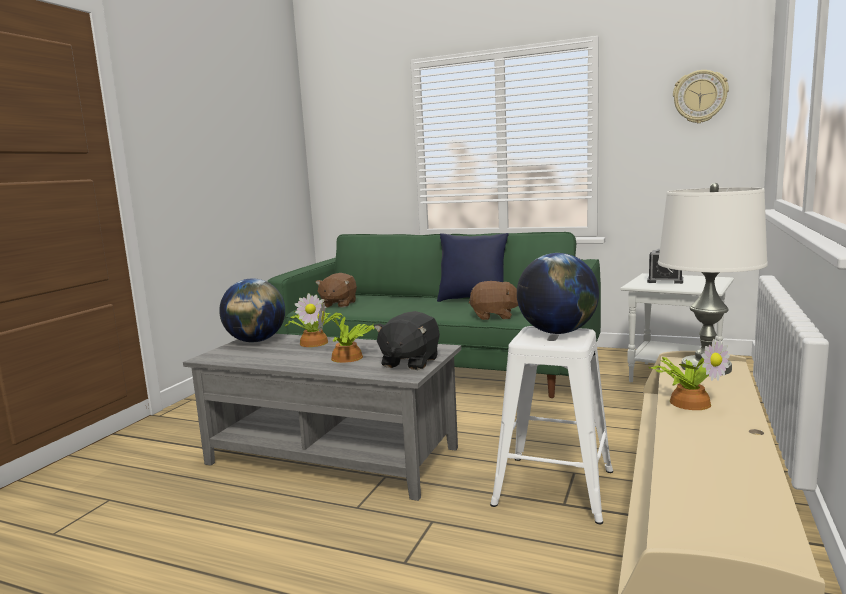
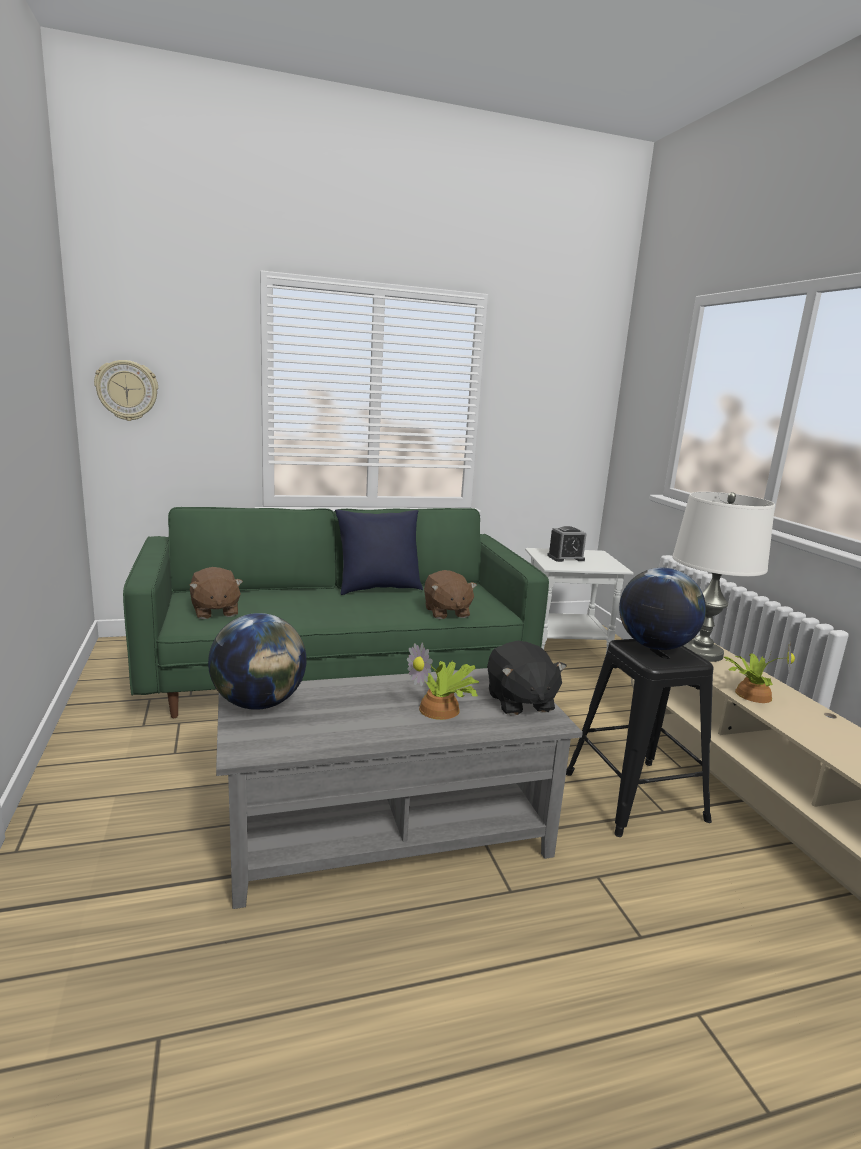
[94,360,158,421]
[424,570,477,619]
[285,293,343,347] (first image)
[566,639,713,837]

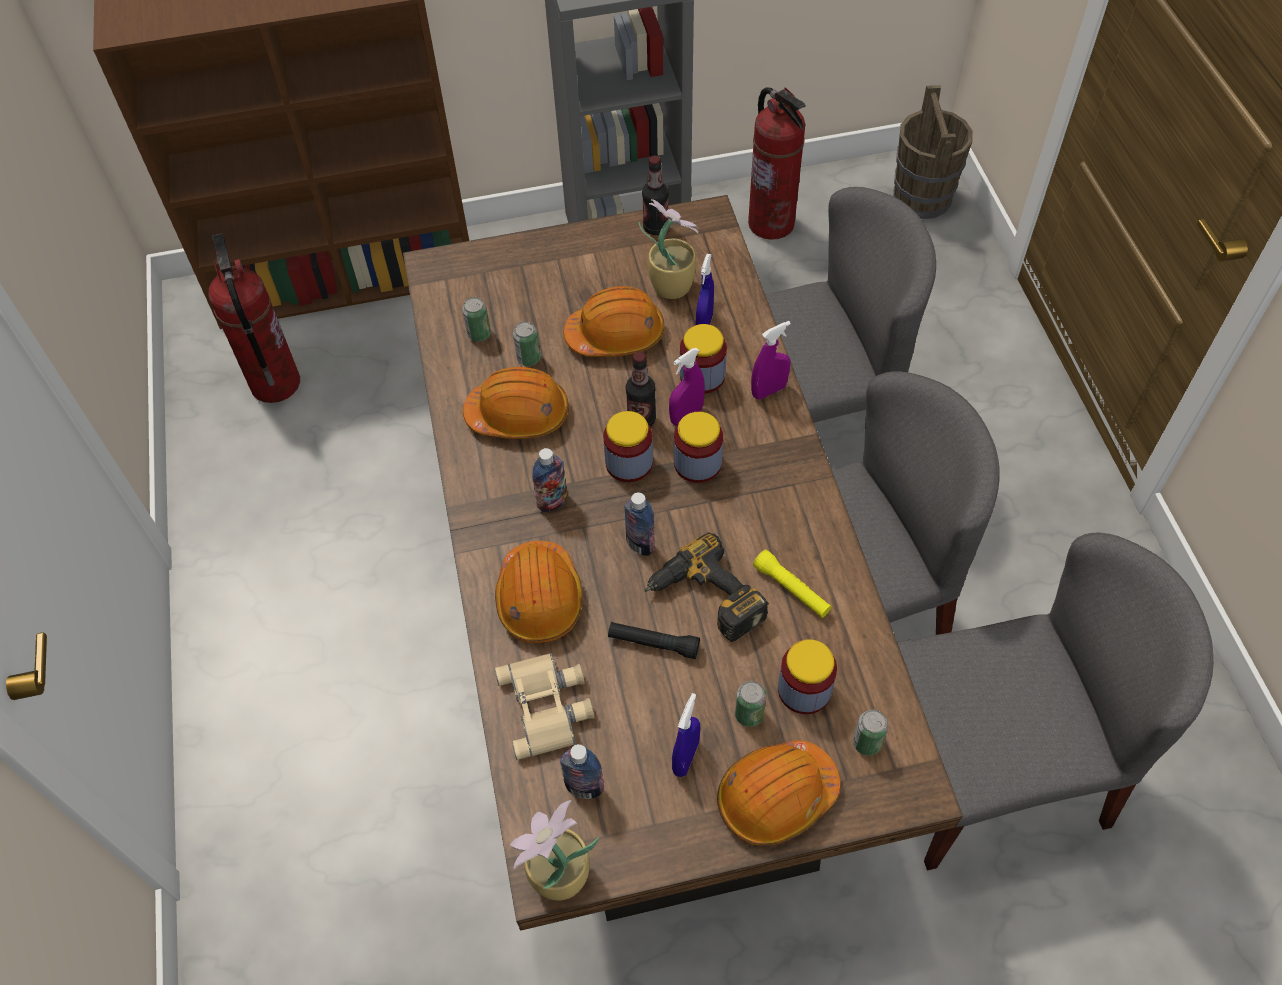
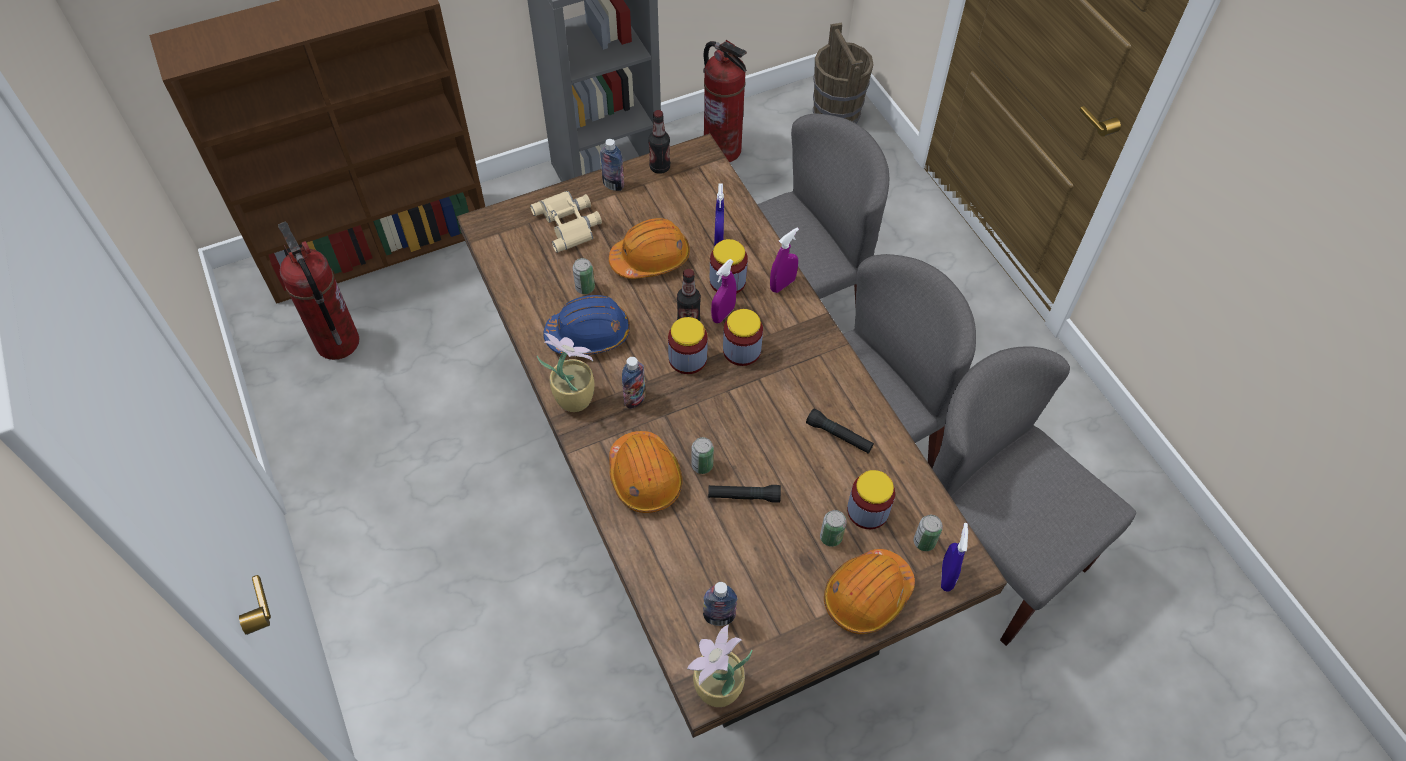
[537,333,594,412]
[691,437,714,474]
[543,295,630,355]
[600,139,624,191]
[645,532,769,642] (first image)
[932,346,1136,646]
[806,409,874,453]
[530,191,602,253]
[941,523,968,592]

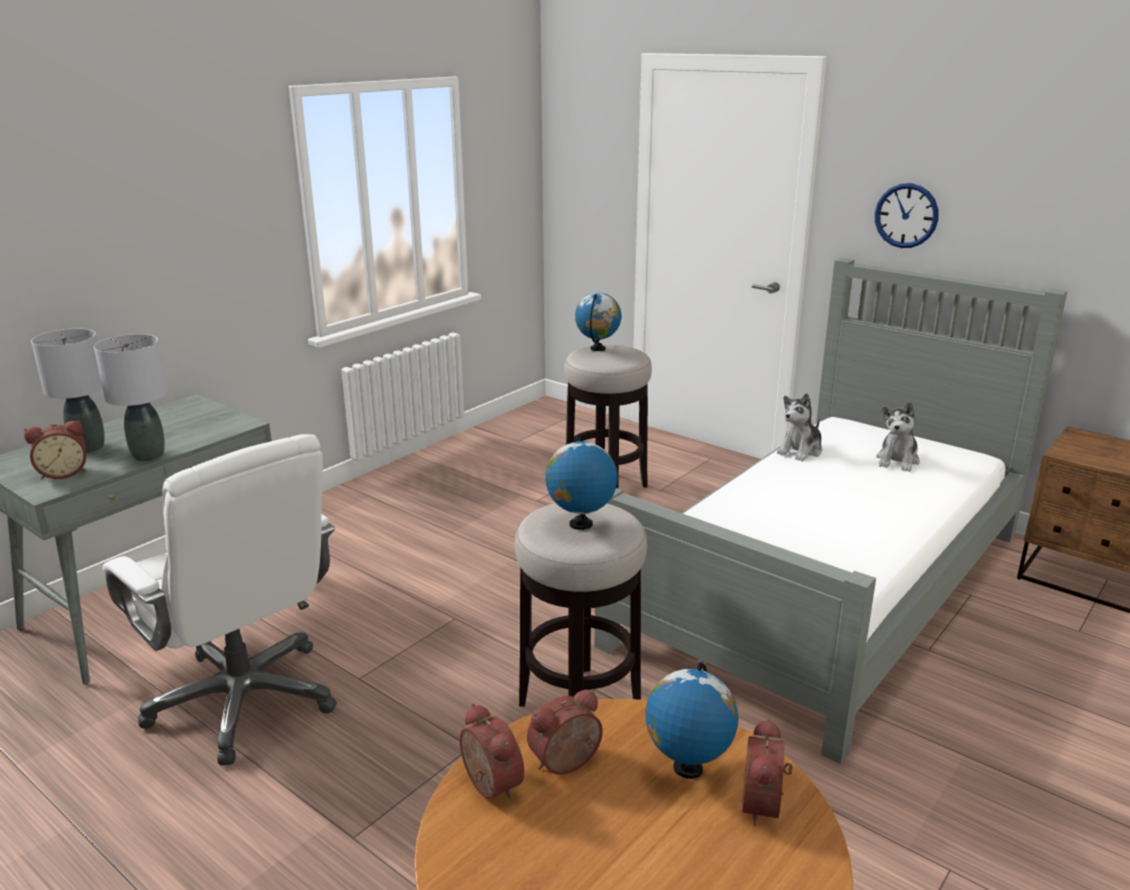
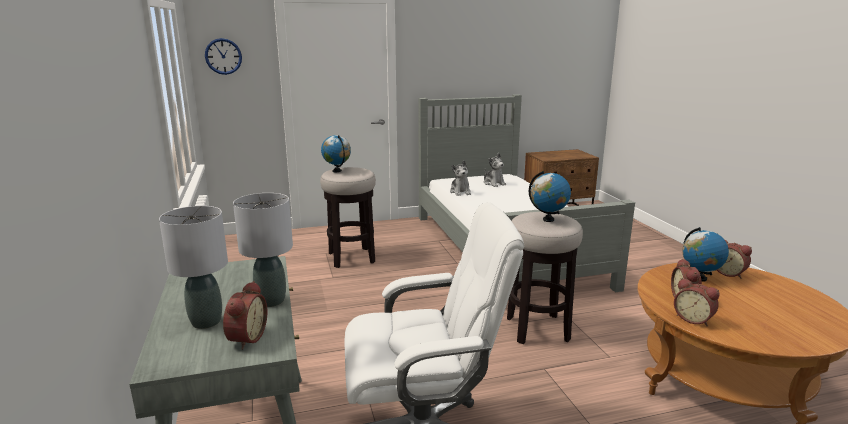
[205,38,242,75]
[674,278,720,327]

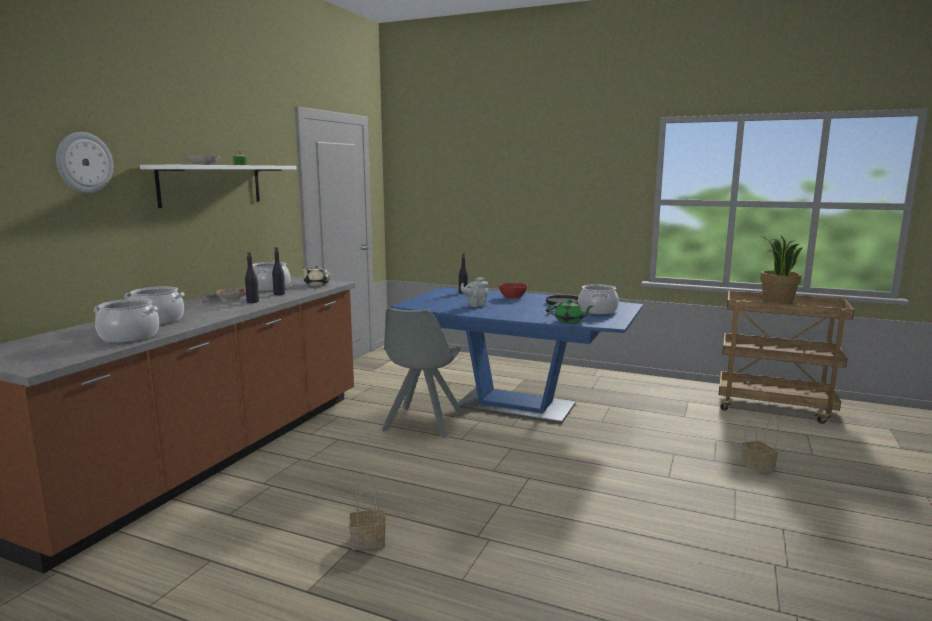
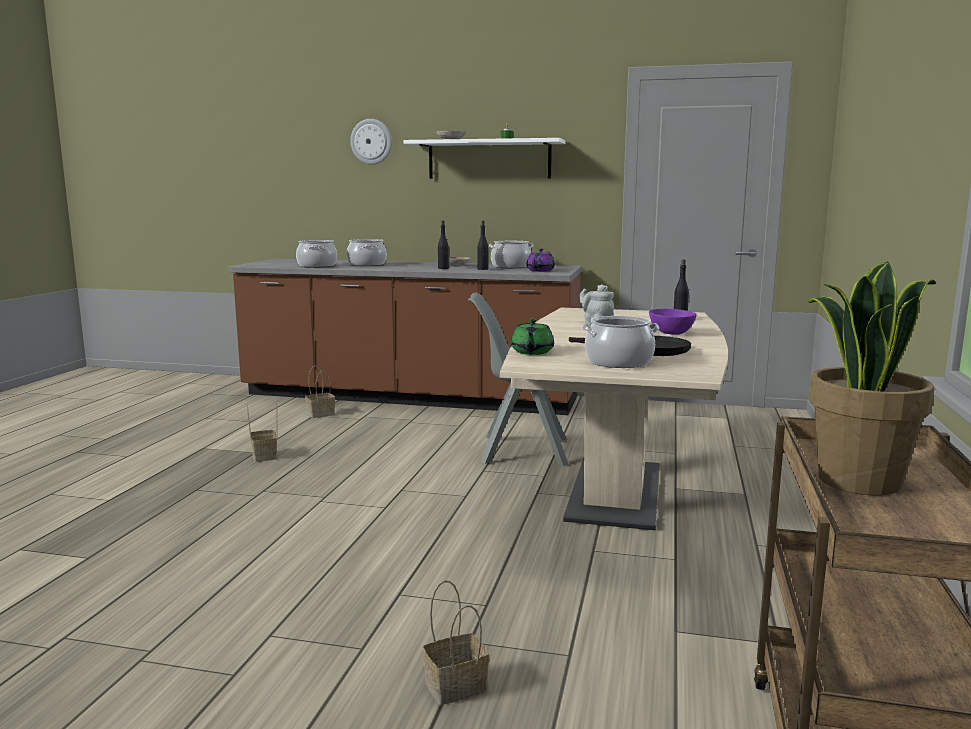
[526,249,555,272]
[649,309,697,335]
[500,308,728,530]
[305,366,335,418]

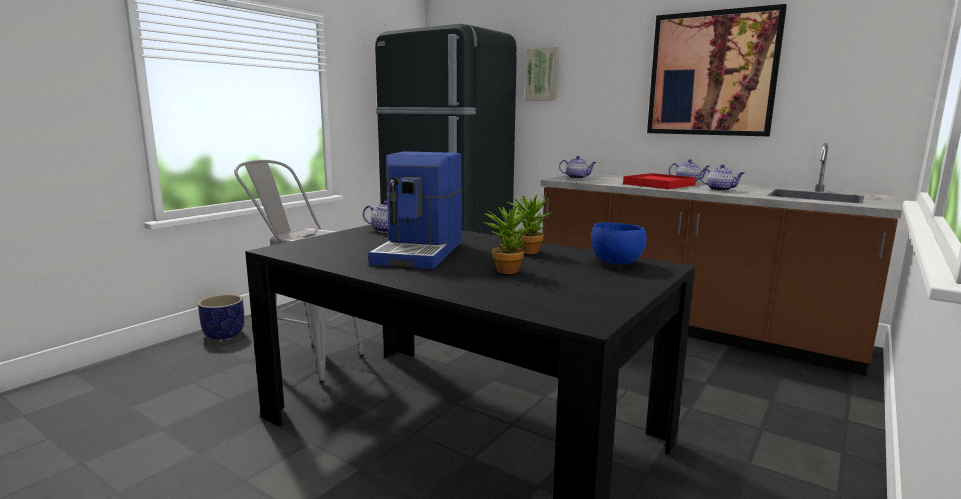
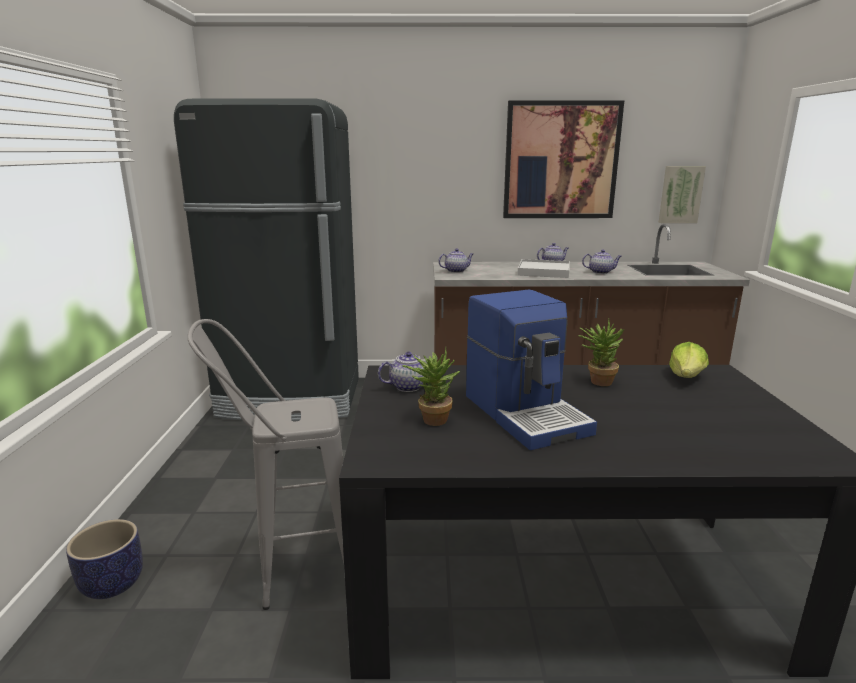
[659,166,706,223]
[517,259,570,278]
[402,347,460,426]
[669,342,709,378]

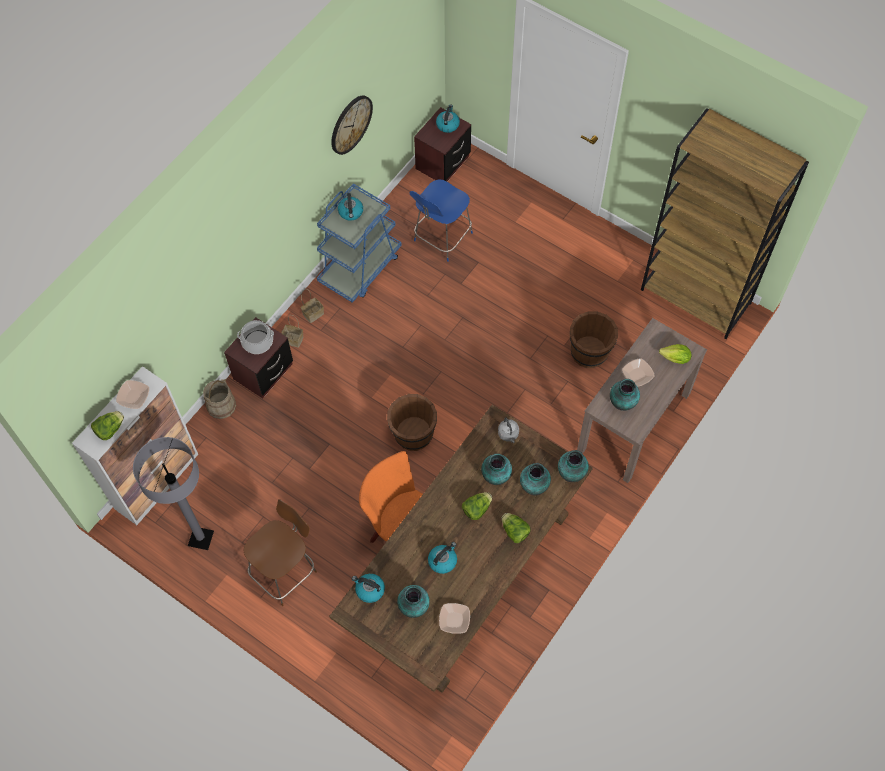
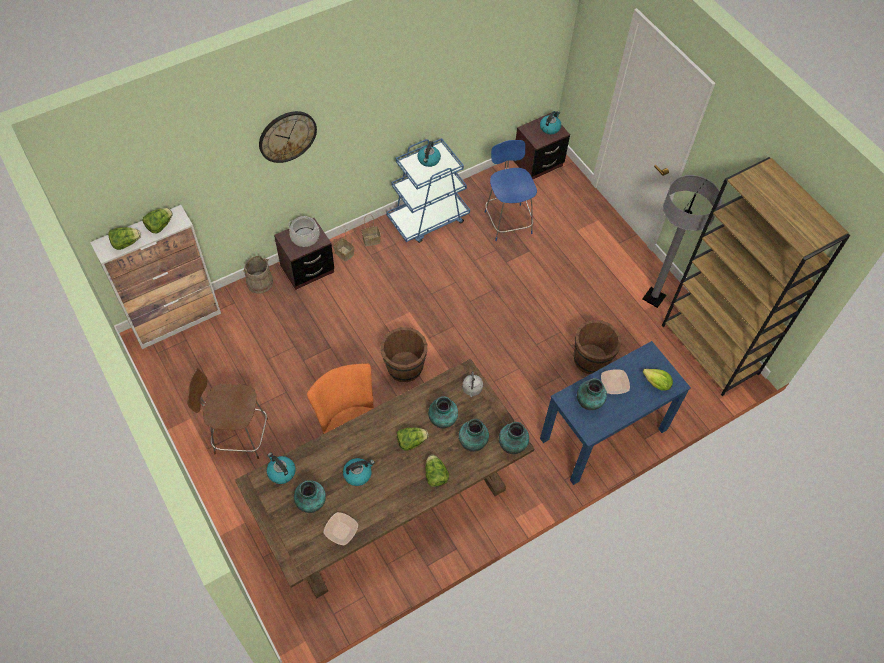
[259,111,317,163]
[485,140,537,241]
[540,341,691,485]
[142,208,173,233]
[643,175,722,308]
[187,368,268,459]

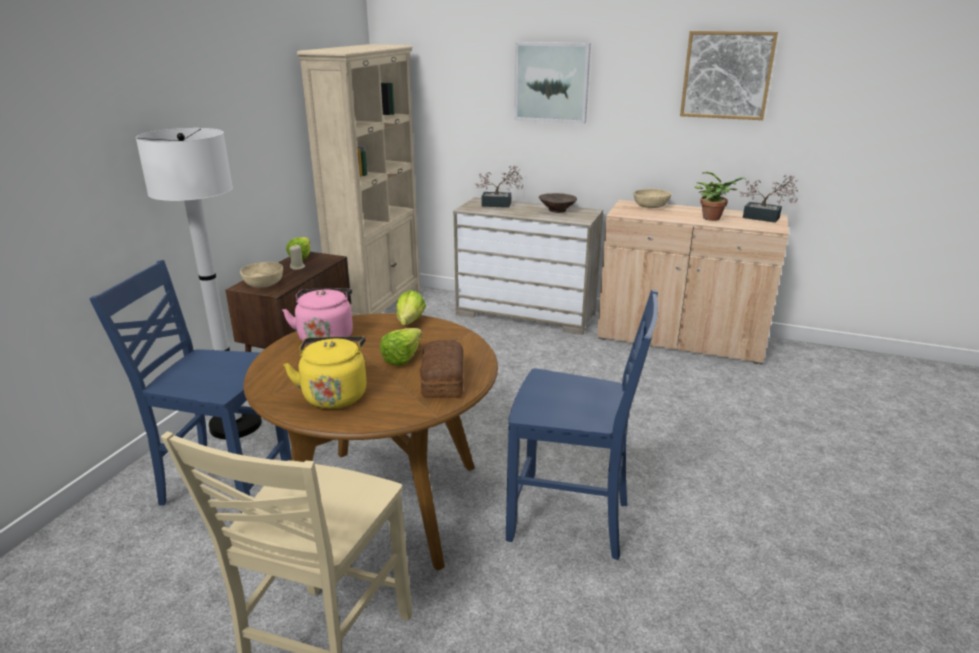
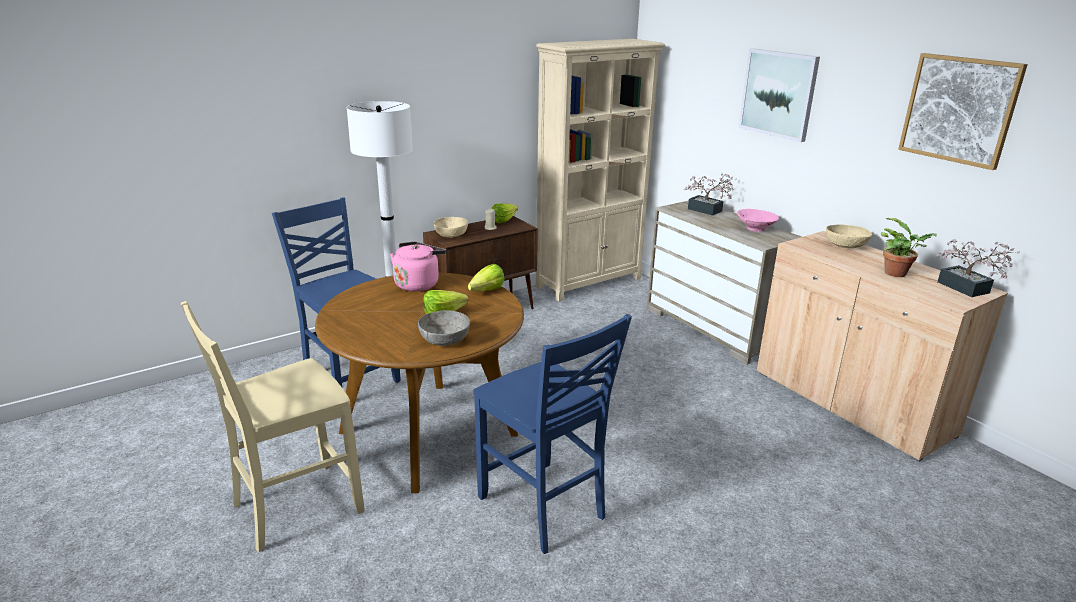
[737,209,779,232]
[283,336,367,409] (first image)
[418,310,470,346]

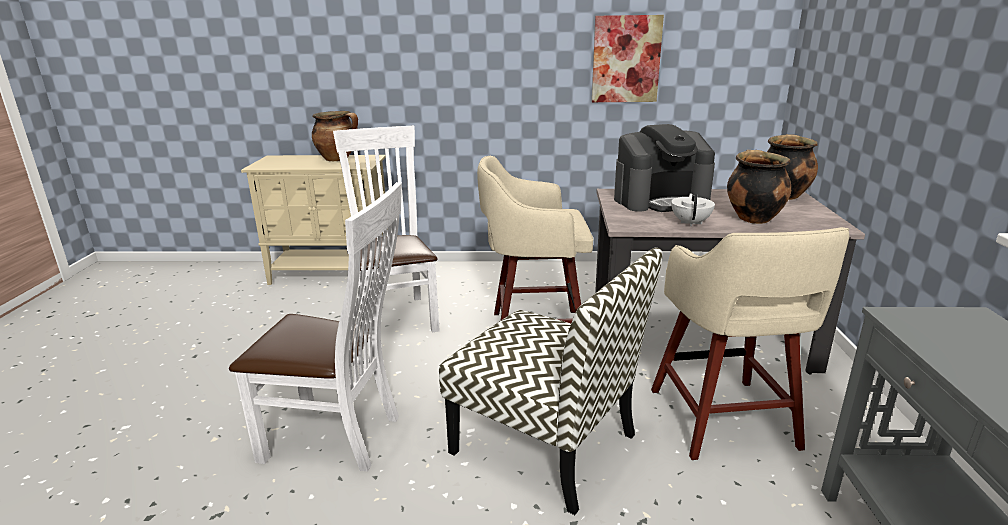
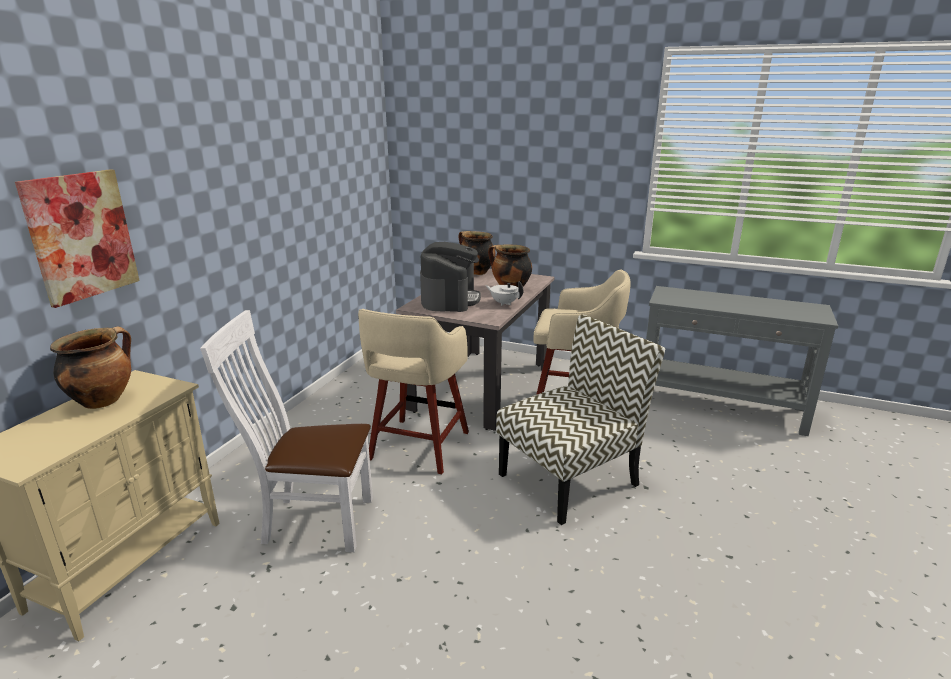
[15,169,140,308]
[229,182,402,472] (first image)

